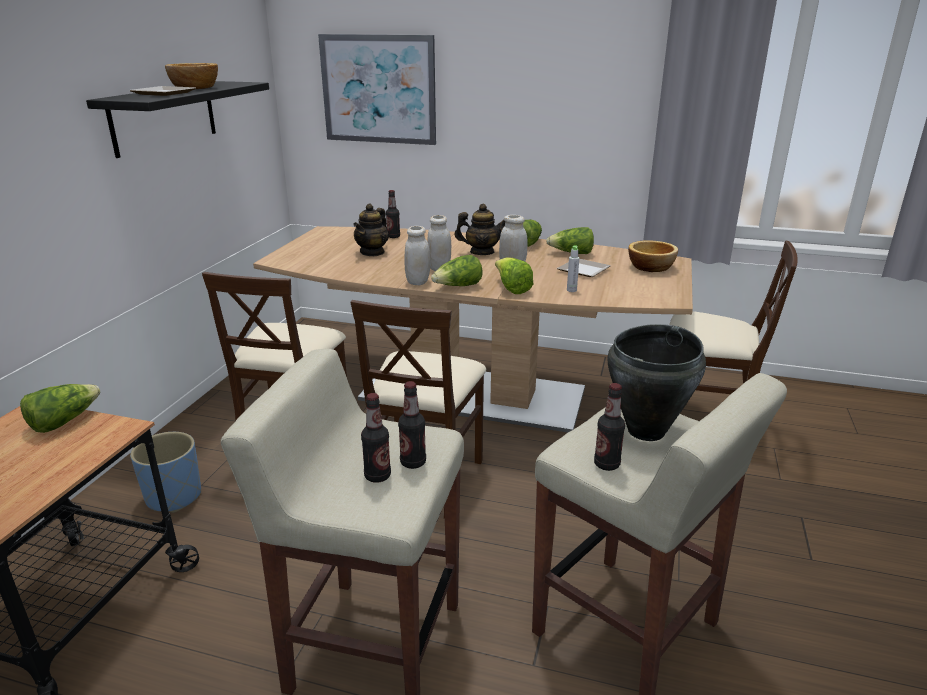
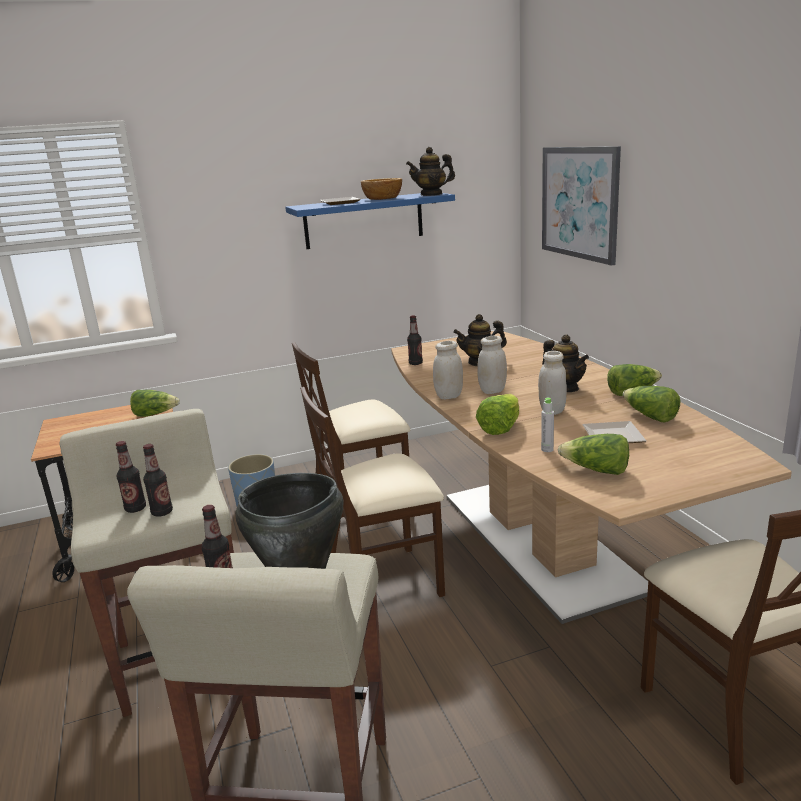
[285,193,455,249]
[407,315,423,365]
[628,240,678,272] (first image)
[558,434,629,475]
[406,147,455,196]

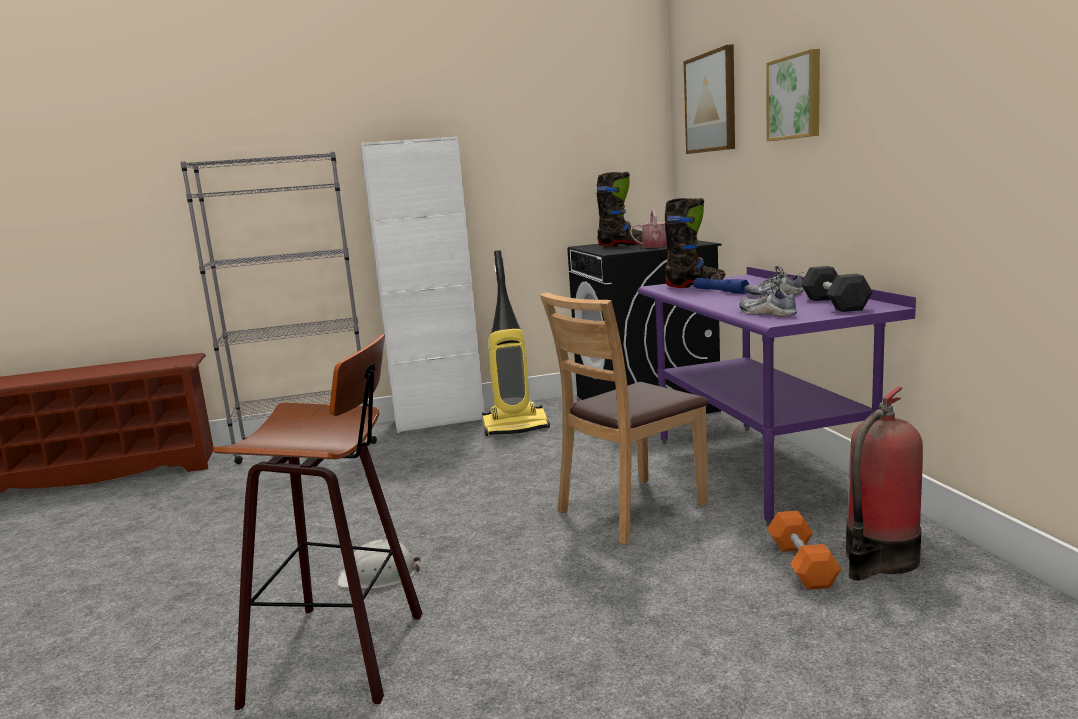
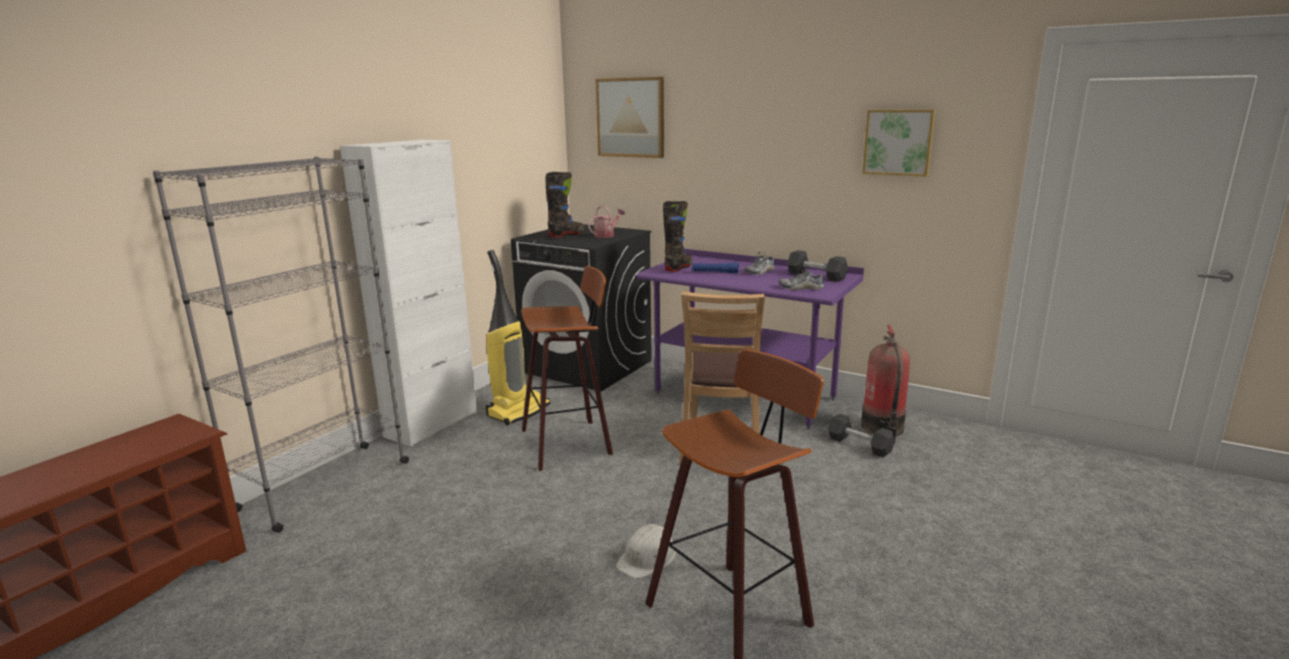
[862,109,935,177]
[828,413,895,458]
[521,266,613,471]

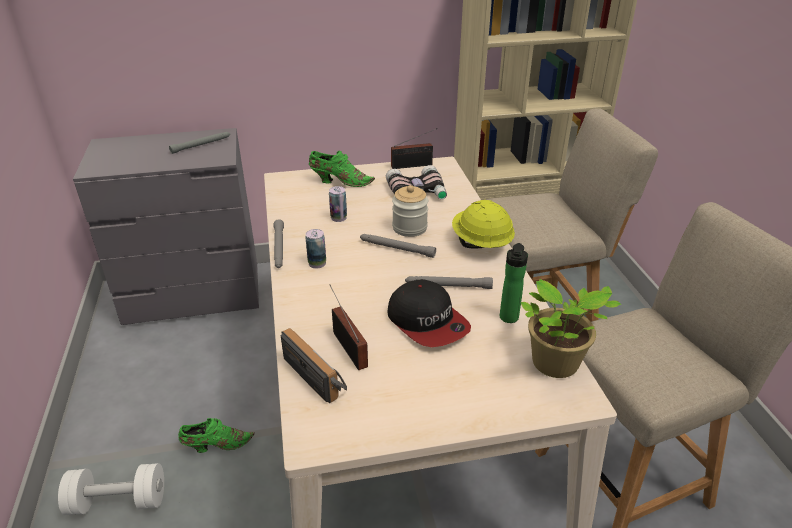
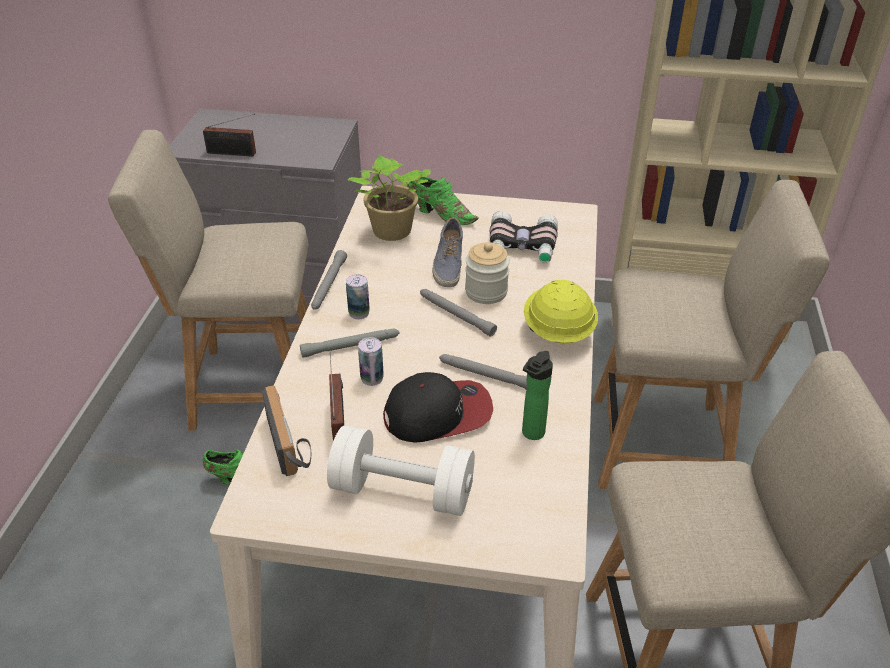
[203,114,256,157]
[300,328,400,358]
[358,337,384,386]
[383,372,493,443]
[348,156,431,241]
[327,425,475,516]
[108,130,309,431]
[432,217,463,287]

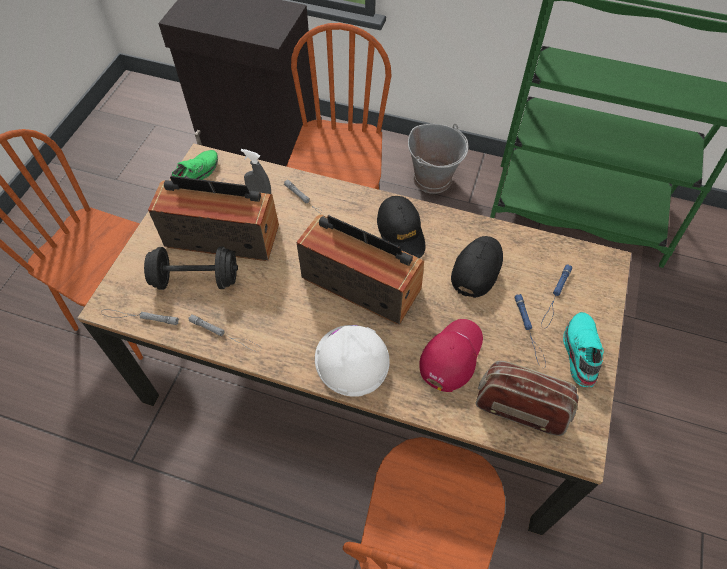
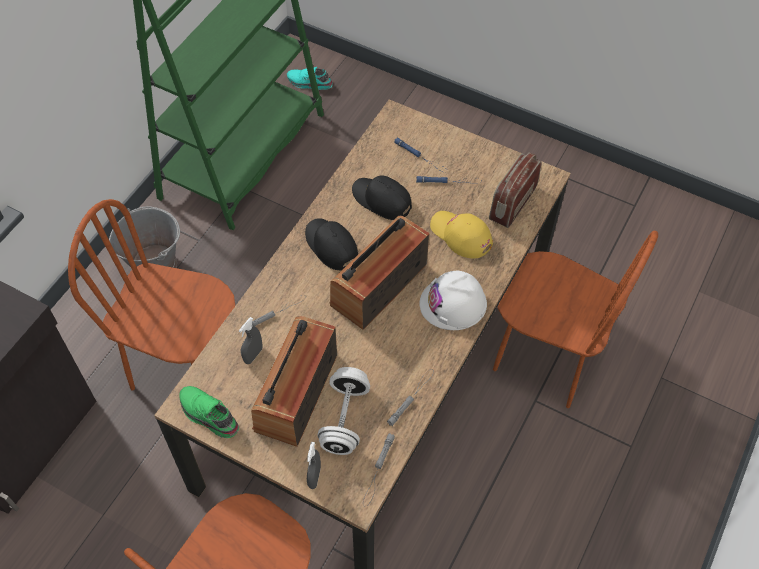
[305,218,358,270]
[317,367,370,455]
[287,67,333,90]
[430,211,493,258]
[307,442,321,489]

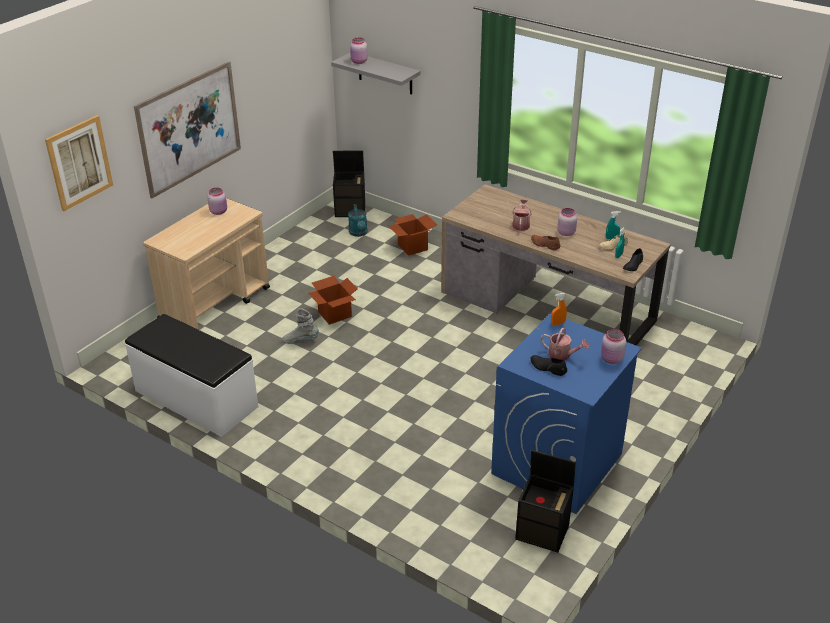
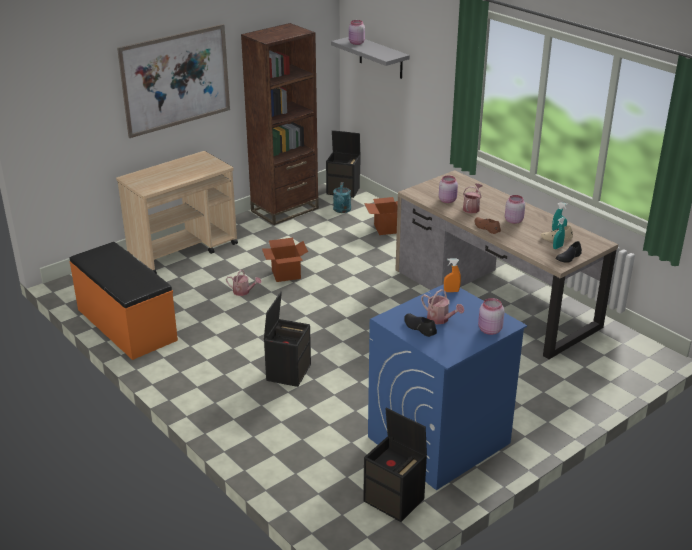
[45,115,113,211] (first image)
[439,175,458,203]
[226,270,261,296]
[69,242,178,360]
[241,23,319,225]
[264,292,311,387]

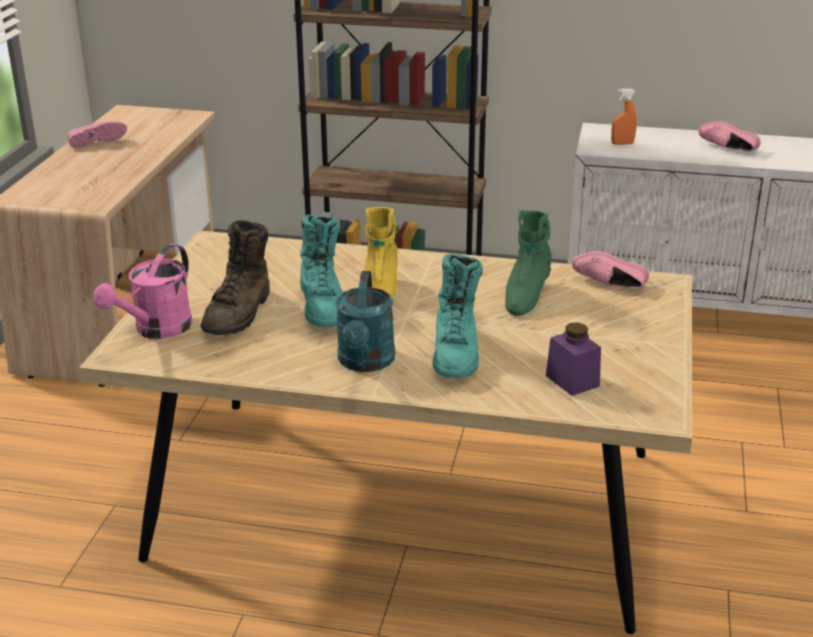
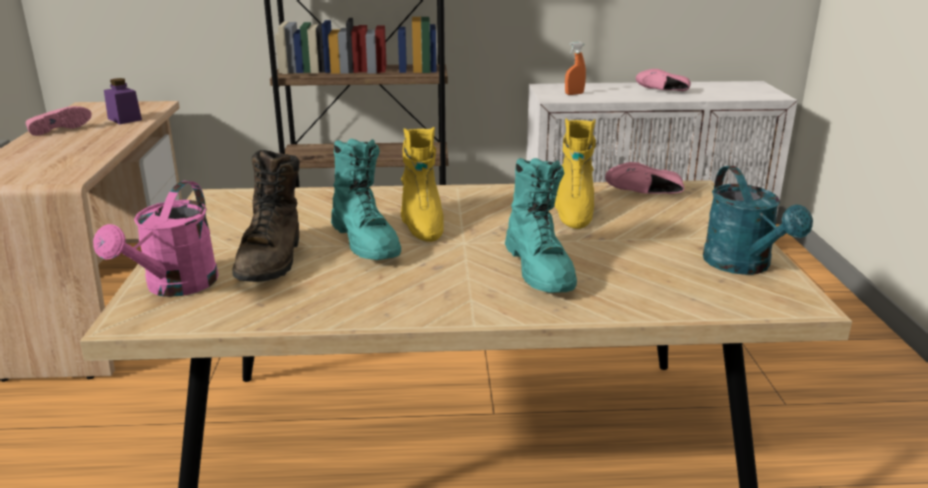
[555,118,596,229]
[703,166,813,275]
[104,78,142,124]

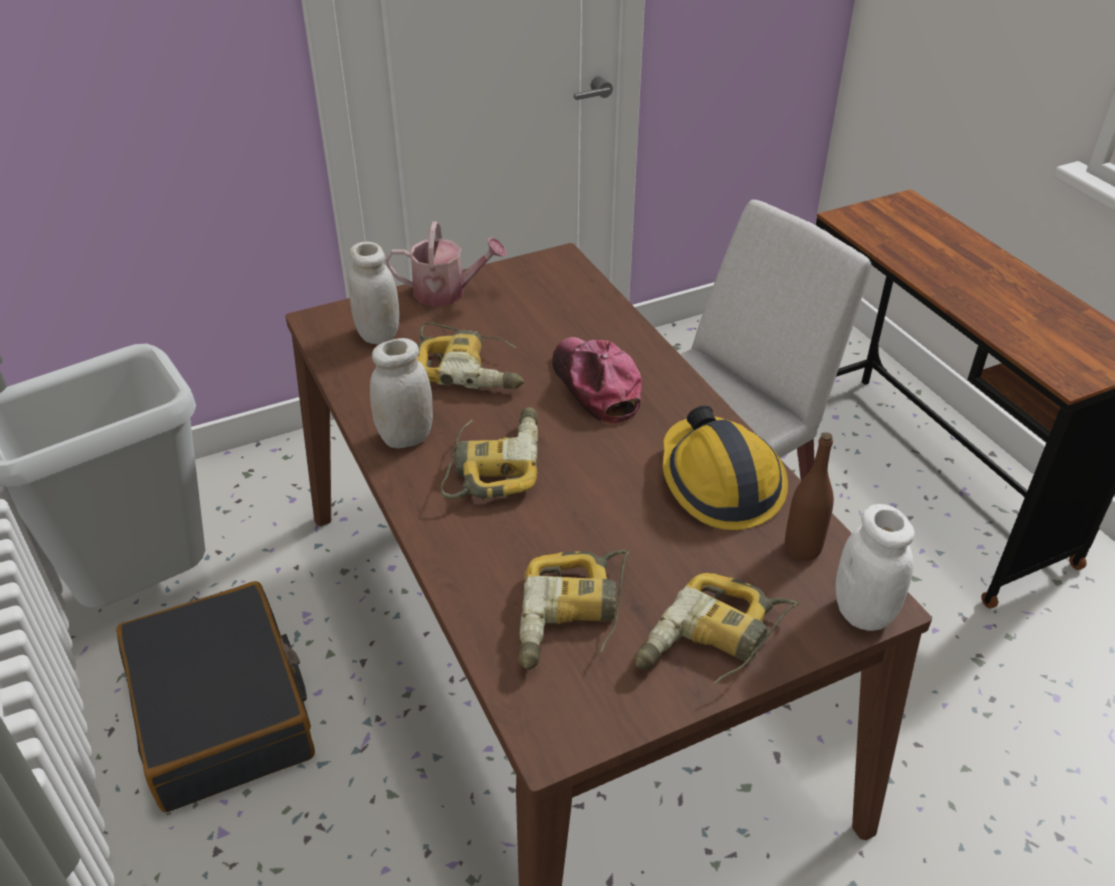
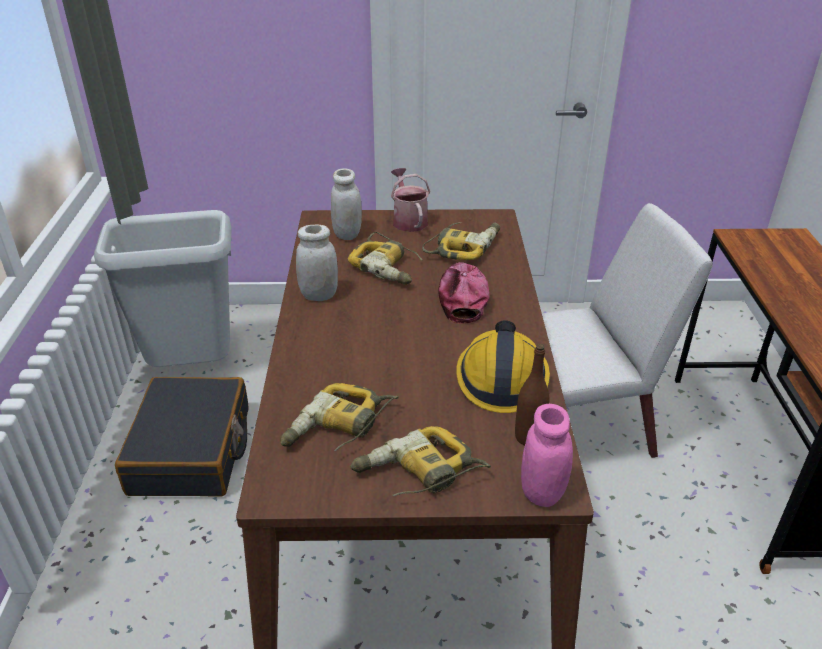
[391,168,430,232]
[422,222,500,260]
[521,404,573,507]

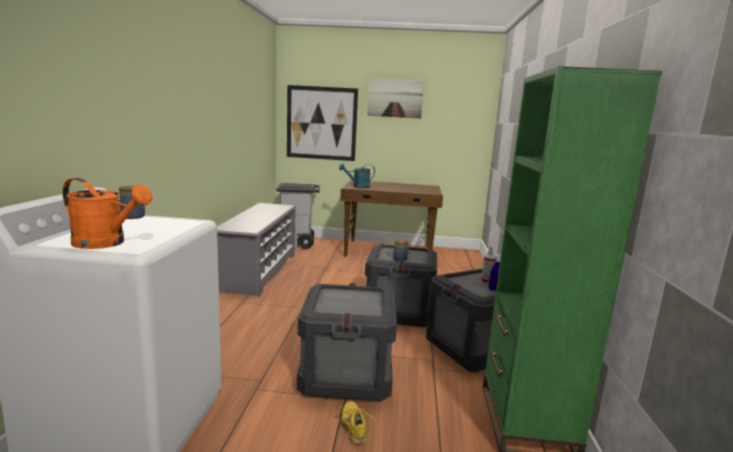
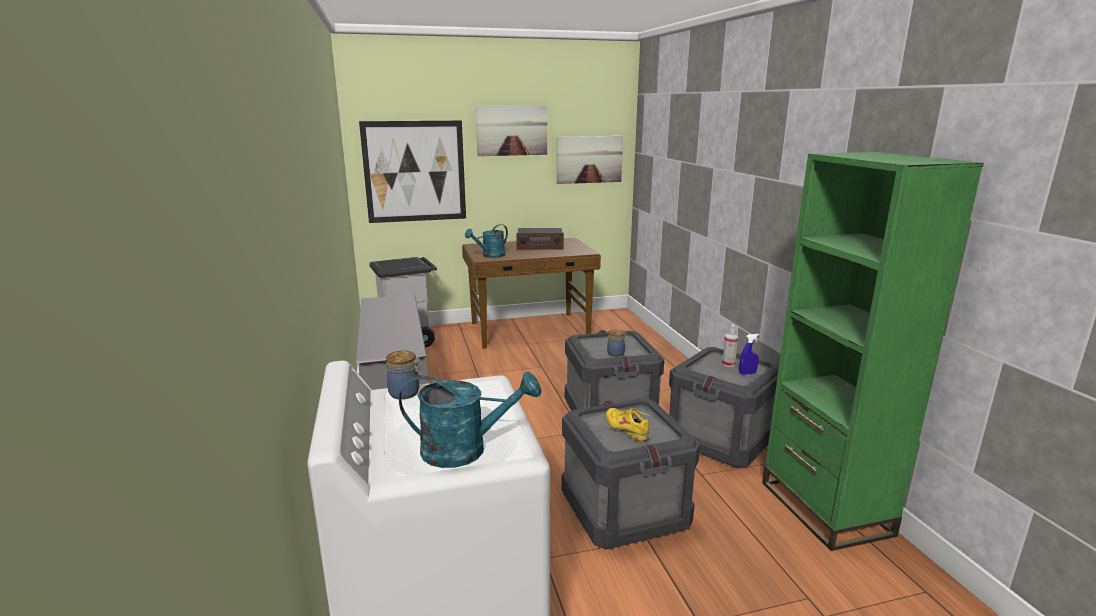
[399,372,541,468]
[606,408,651,442]
[557,136,623,184]
[516,228,564,250]

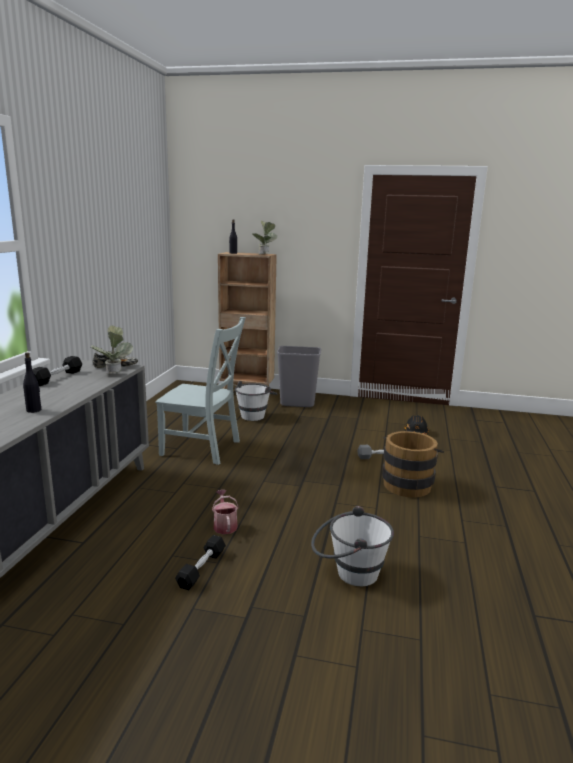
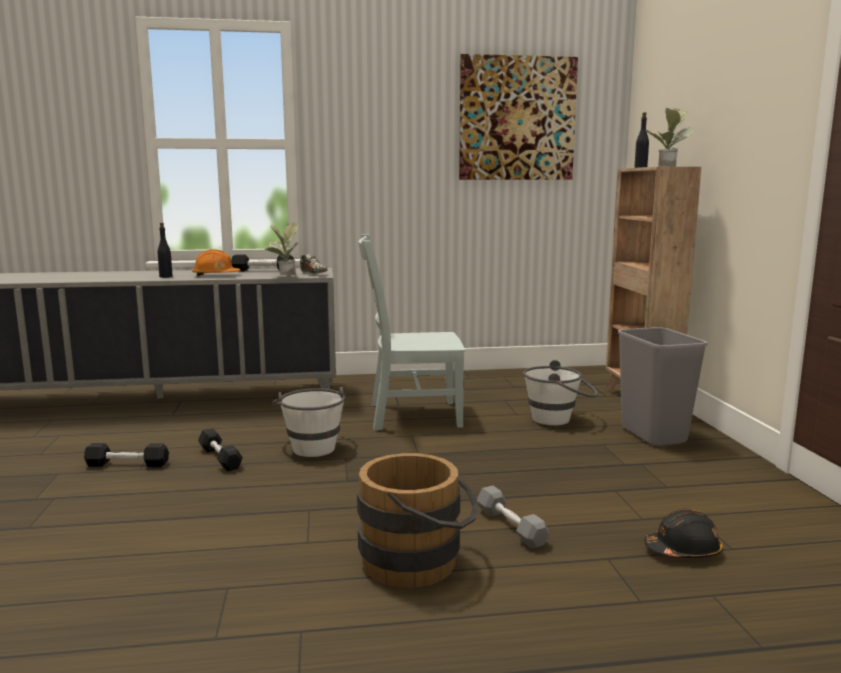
[358,234,465,431]
[198,428,243,471]
[272,387,346,457]
[459,54,578,180]
[192,249,241,276]

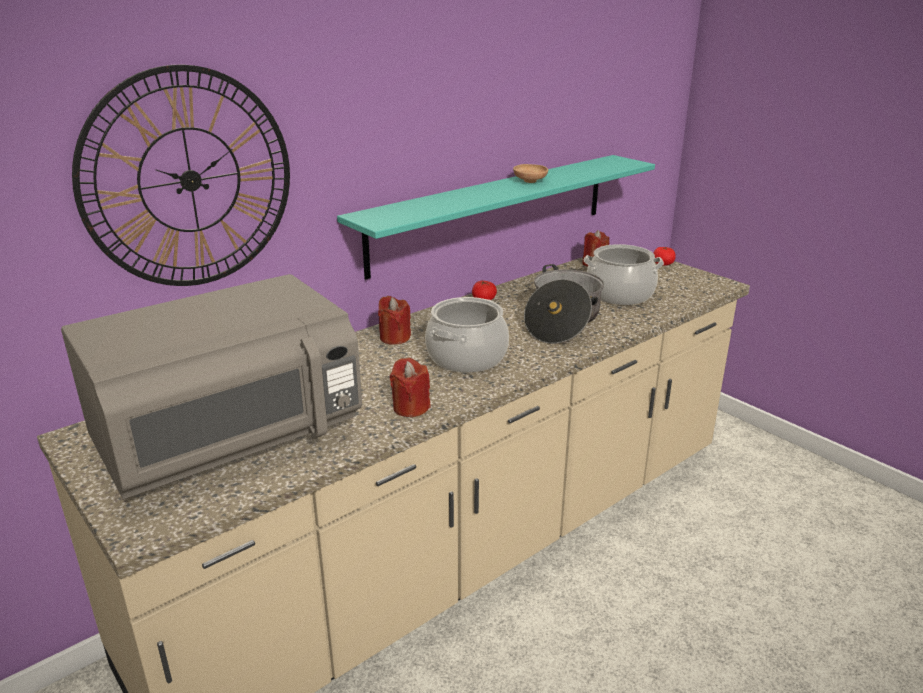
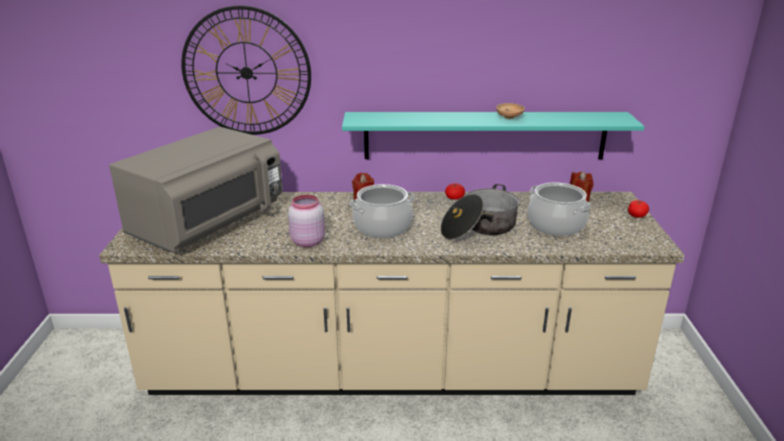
[109,127,283,252]
[288,195,325,247]

